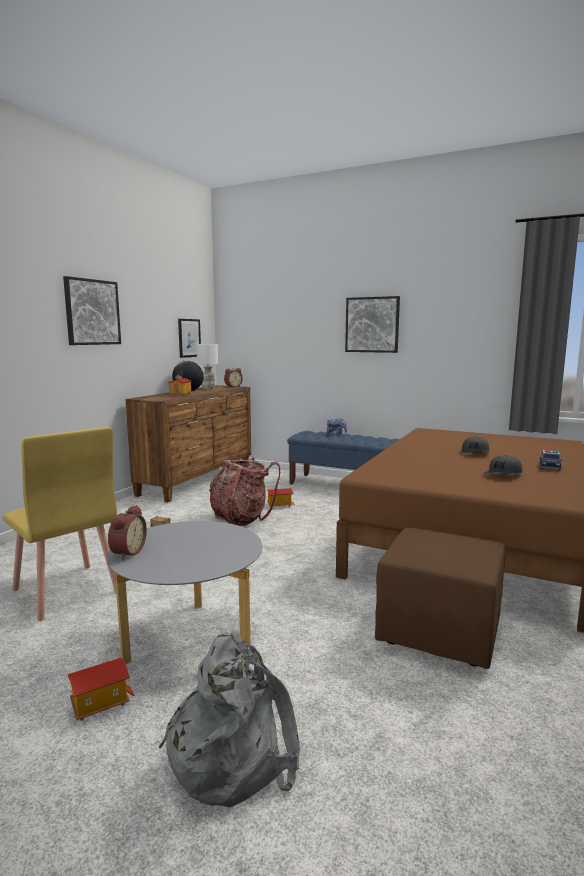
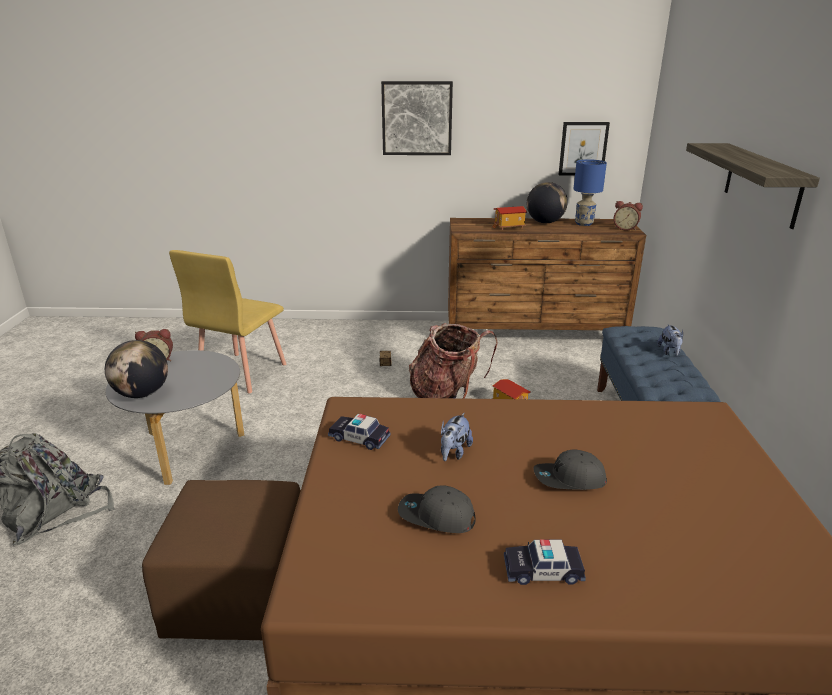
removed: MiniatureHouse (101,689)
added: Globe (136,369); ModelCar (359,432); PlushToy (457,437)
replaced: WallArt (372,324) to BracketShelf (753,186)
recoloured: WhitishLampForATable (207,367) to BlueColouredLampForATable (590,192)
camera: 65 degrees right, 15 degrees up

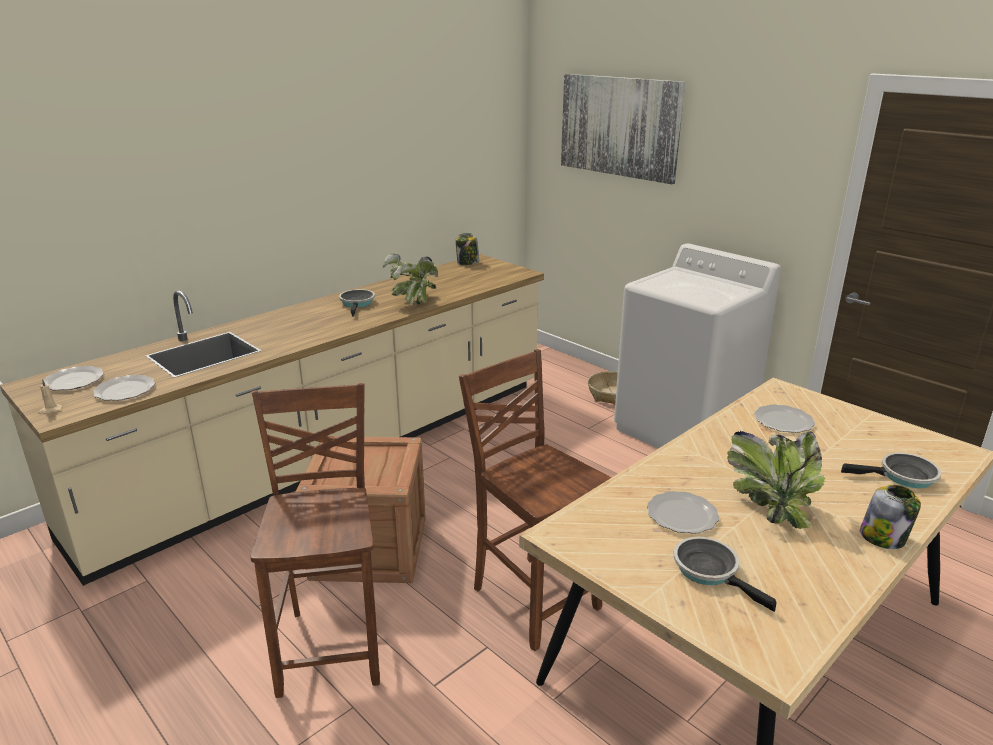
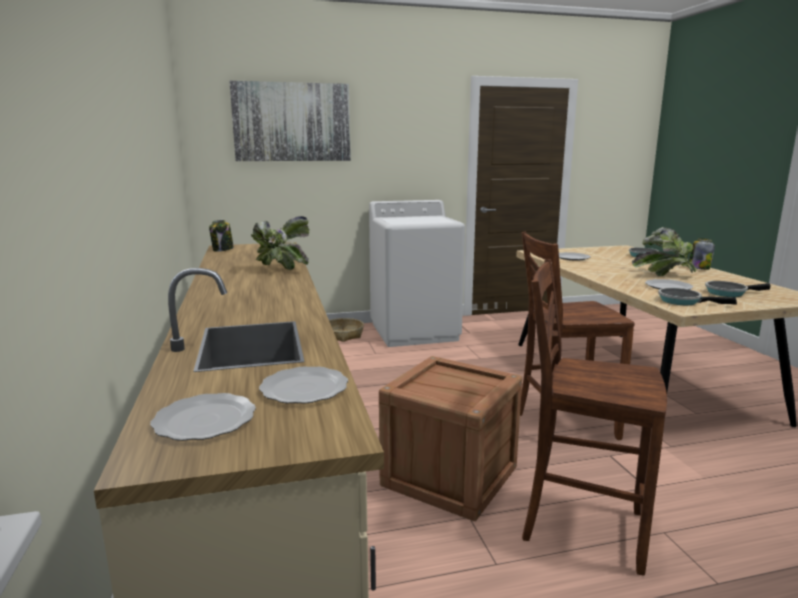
removed: BeigeColouredWaxCandle (50,397)
moved: Pan (357,303) to (697,296)
camera: 60 degrees left, 10 degrees down

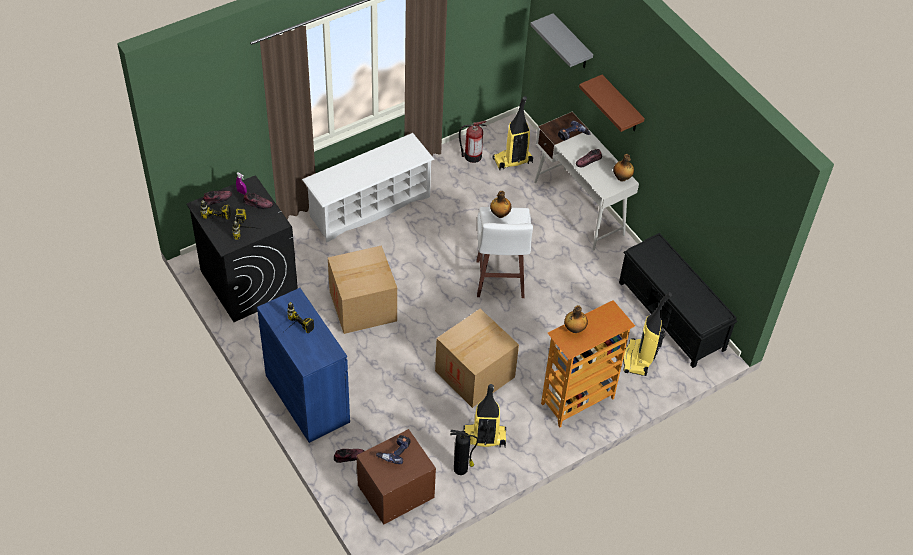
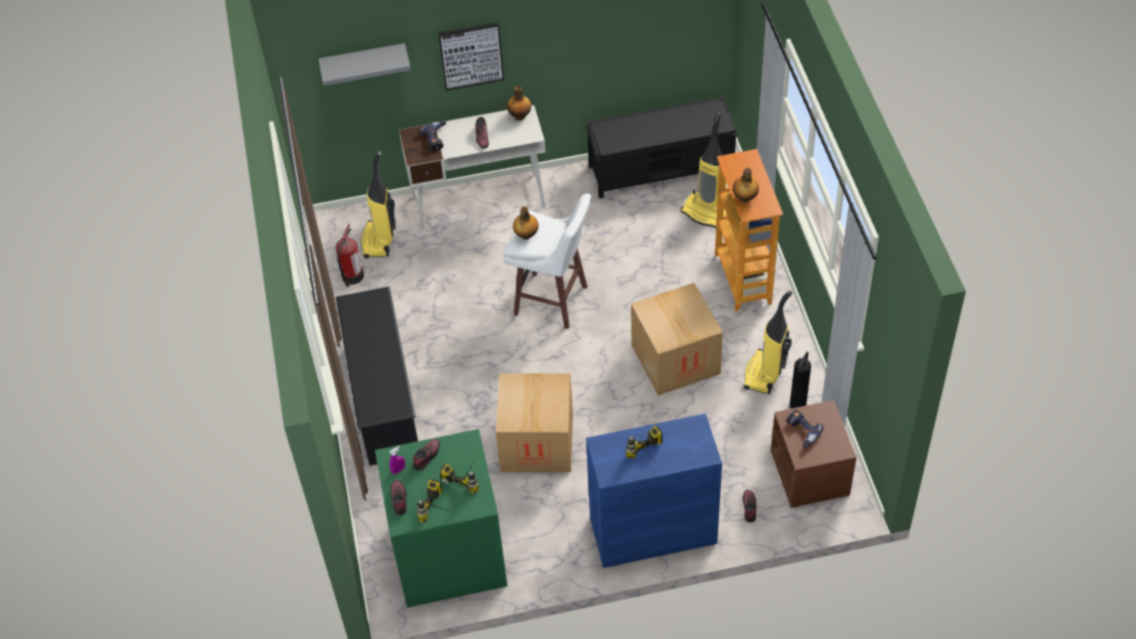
replaced: BrownBracketShelf (612,103) to WallArt (471,56)
recoloured: WhitishShoeRack (368,187) to BlackColouredShoeRack (377,376); BlackColouredLaundryMachine (242,248) to GreenColouredLaundryMachine (441,518)
camera: 65 degrees left, 0 degrees up

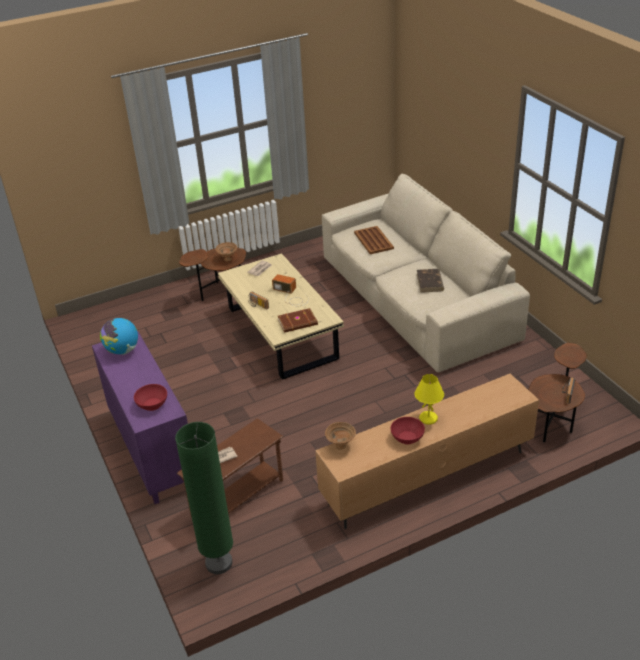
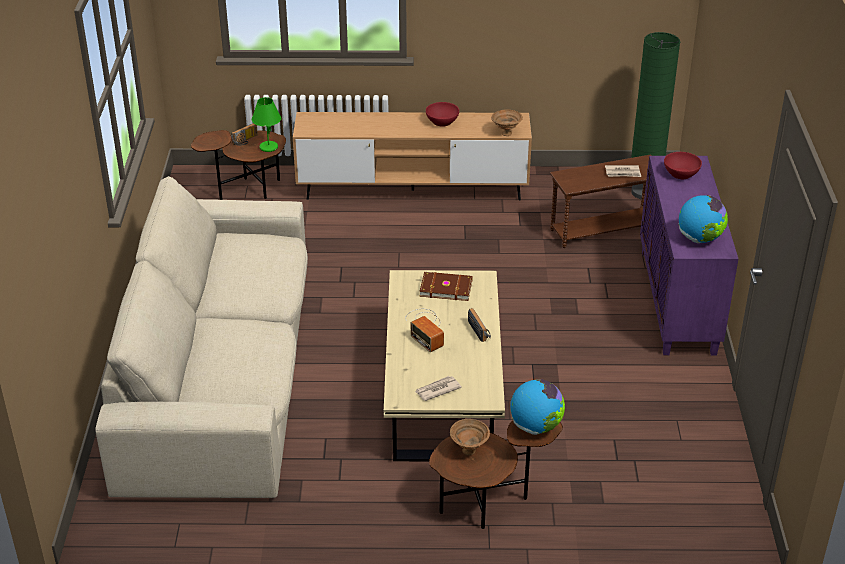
removed: BrownTray (374,240); YellowColouredLampForATable (429,399); BrownBoundBook (430,281)
added: GreenColouredLampForATable (266,124); Globe (537,407)
camera: 155 degrees left, 0 degrees up

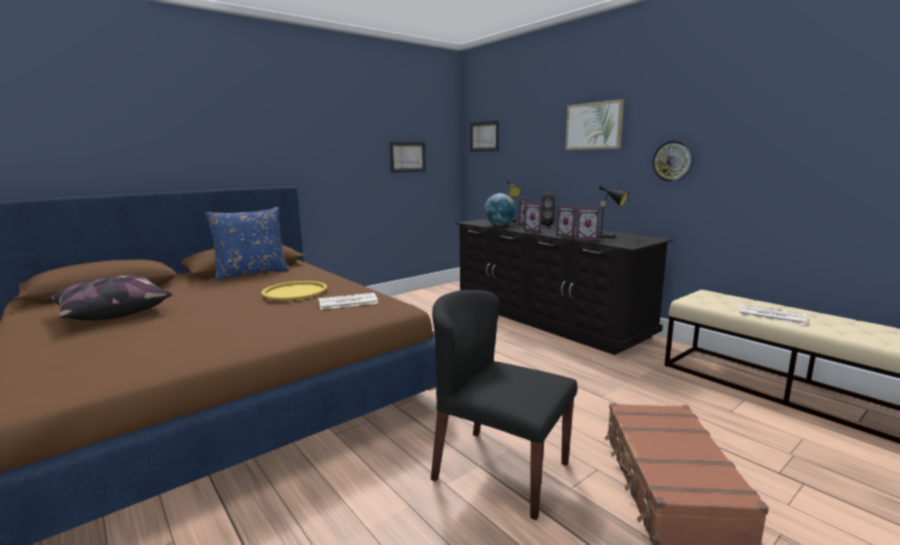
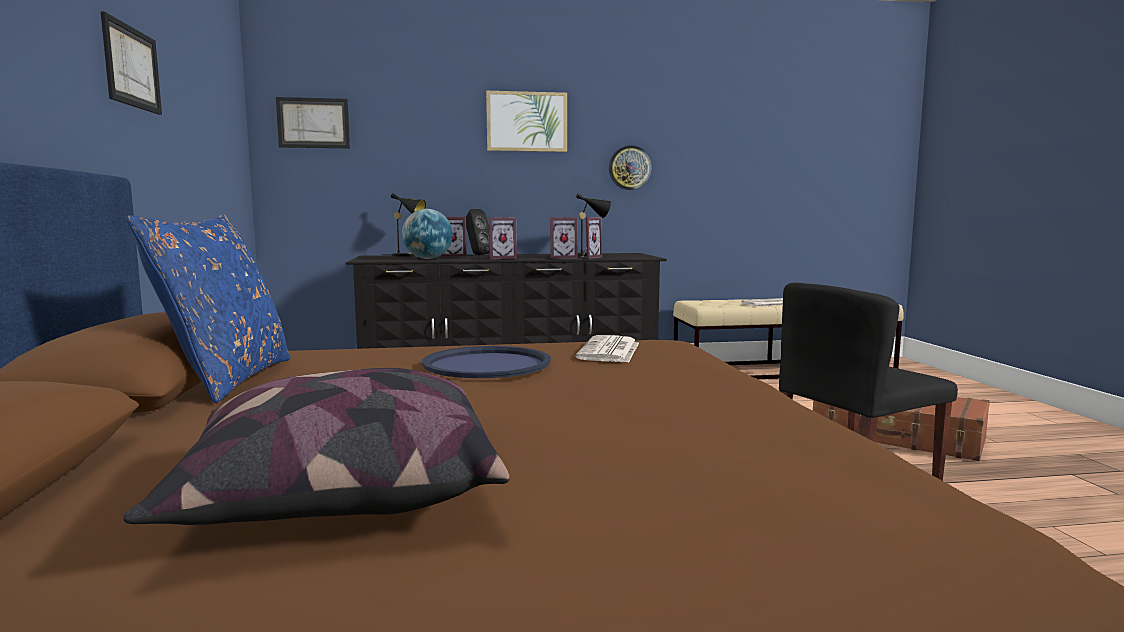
moved: WallArt (408,157) to (131,63)
recoloured: YellowColouredTray (294,290) to BlueColouredTray (486,362)
camera: 60 degrees left, 5 degrees down

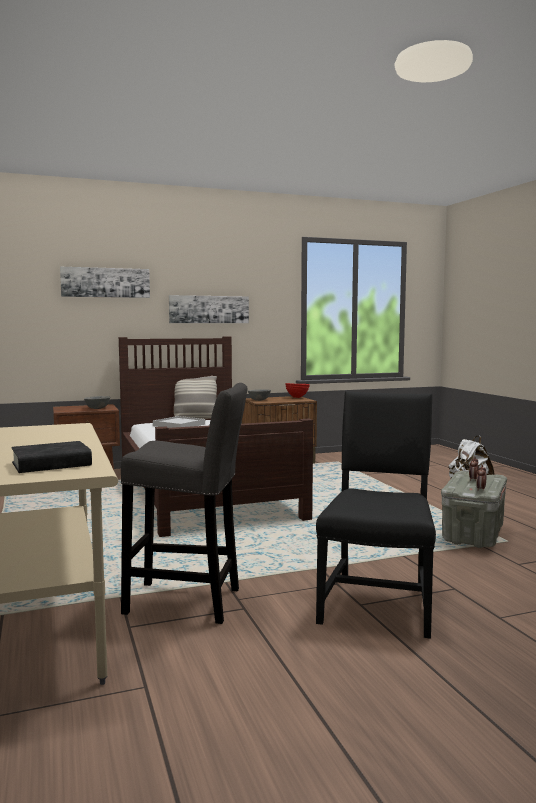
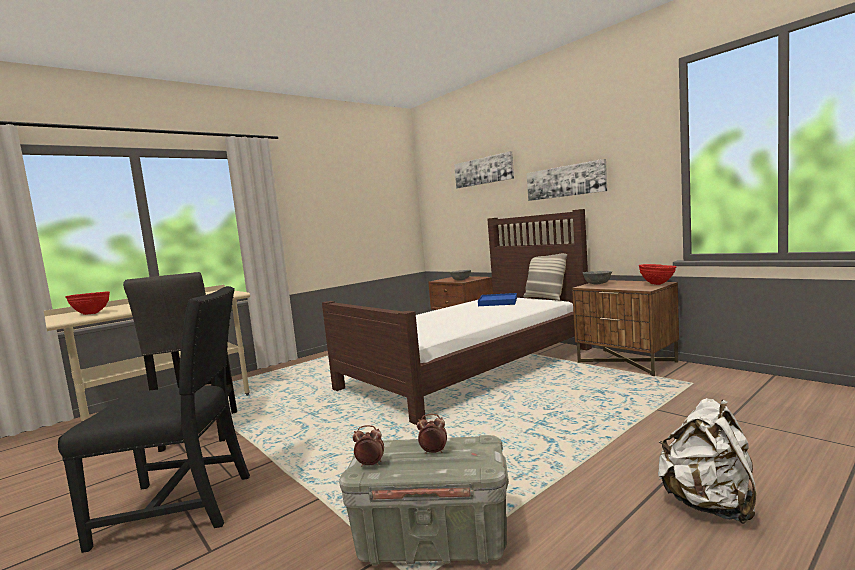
replaced: BlackColouredBoundBook (51,457) to ReddishDeepDish (87,303)
recoloured: WhitishTray (179,422) to BlueColouredTray (497,299)
camera: 70 degrees right, 0 degrees up

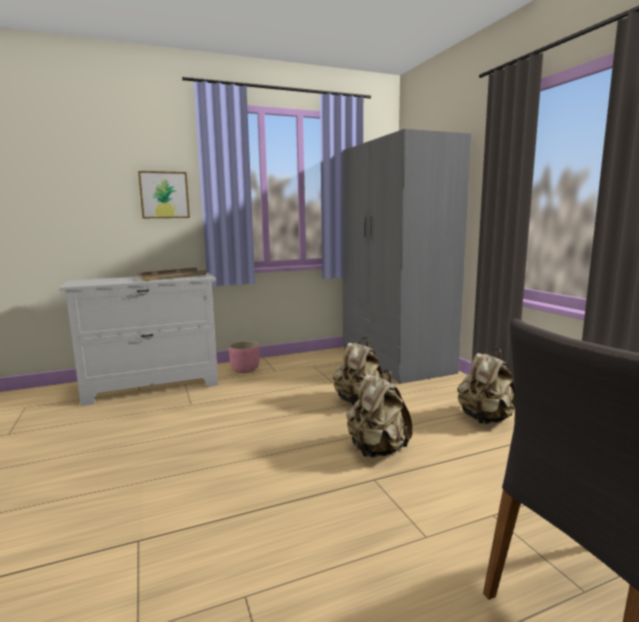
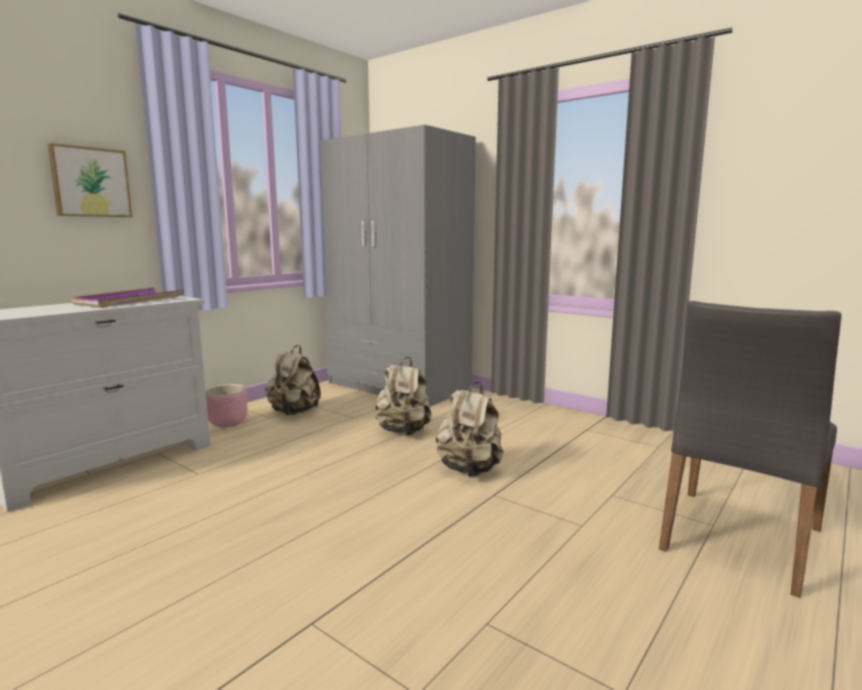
moved: BeigeColouredRucksack (486,386) to (293,380)
recoloured: GreyishTray (172,274) to PurplishTray (127,297)
camera: 30 degrees left, 0 degrees up

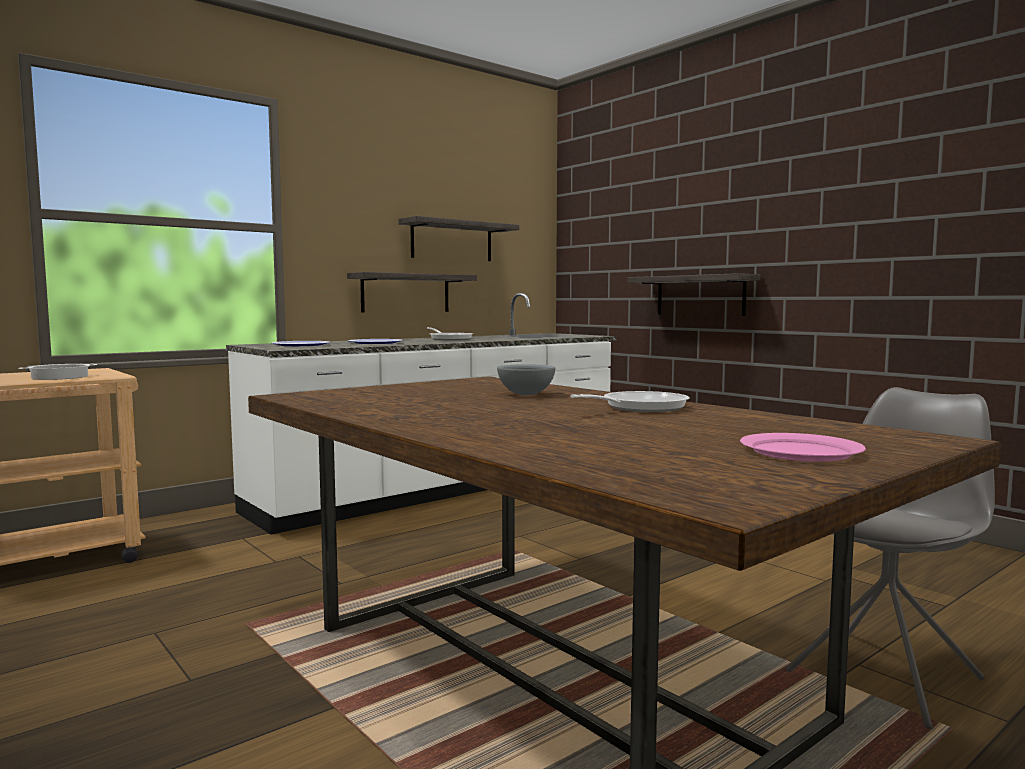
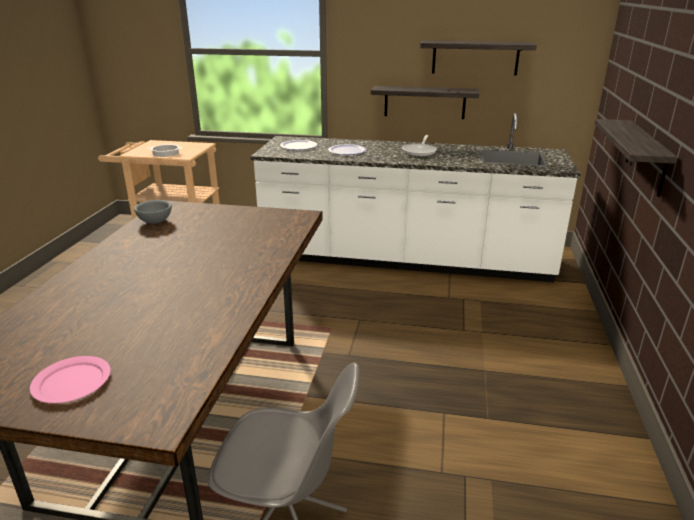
removed: Pan (630,401)
moved: GreyishDeepDish (526,379) to (153,212)
camera: 50 degrees right, 20 degrees up

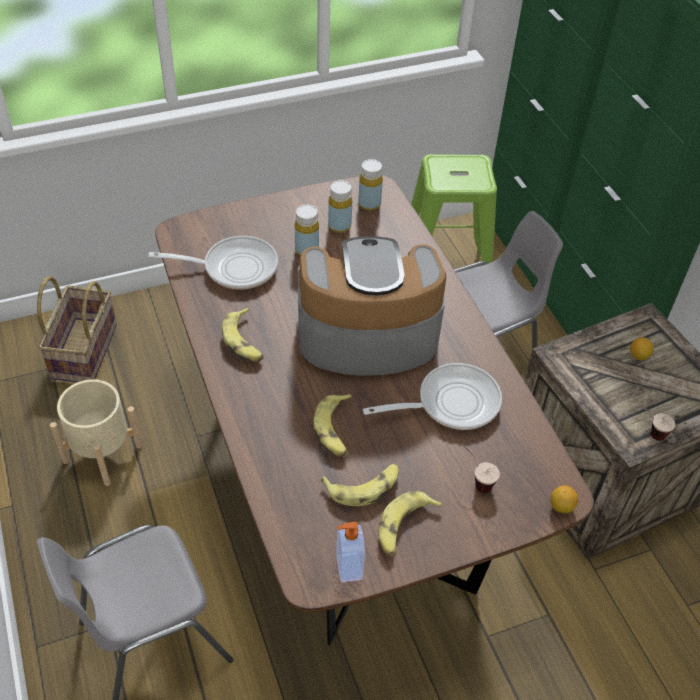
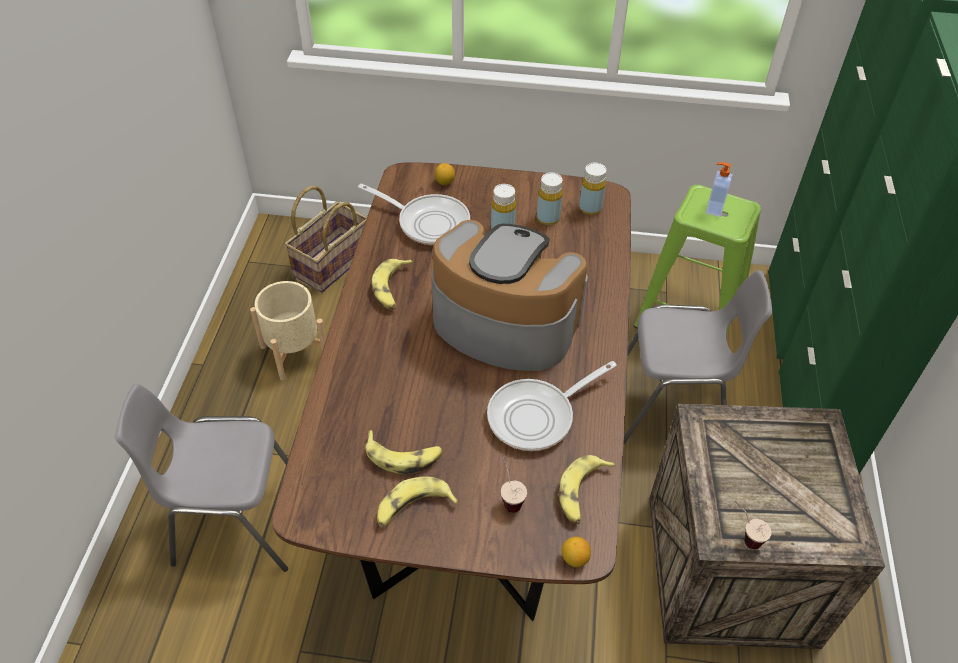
moved: CitrusFruit (641,348) to (445,174); Banana (333,425) to (587,489); LiquidSoapBottle (350,552) to (719,189)
turned: Pan (432,396) = (552,406) 135 degrees clockwise
camera: 30 degrees right, 0 degrees up

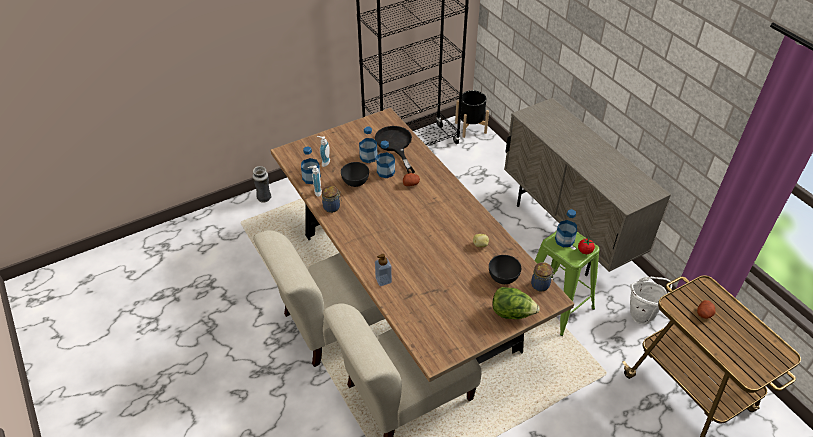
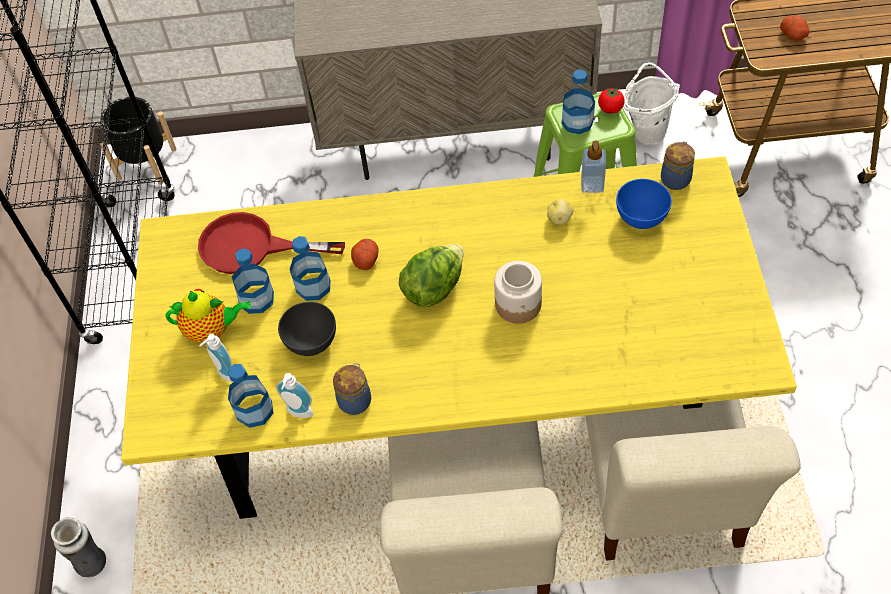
added: Teapot (208,316); Jar (518,292)
moved: LettuceHead (516,303) to (431,275); LiquidSoapBottle (383,270) to (593,166)
recoloured: BrownKitchenTable (422,245) to YellowColouredKitchenTable (459,337); BlackColouredPan (395,149) to ReddishPan (271,243); GreyishDeepDish (505,269) to BlueColouredDeepDish (644,204)
camera: 60 degrees left, 10 degrees up

